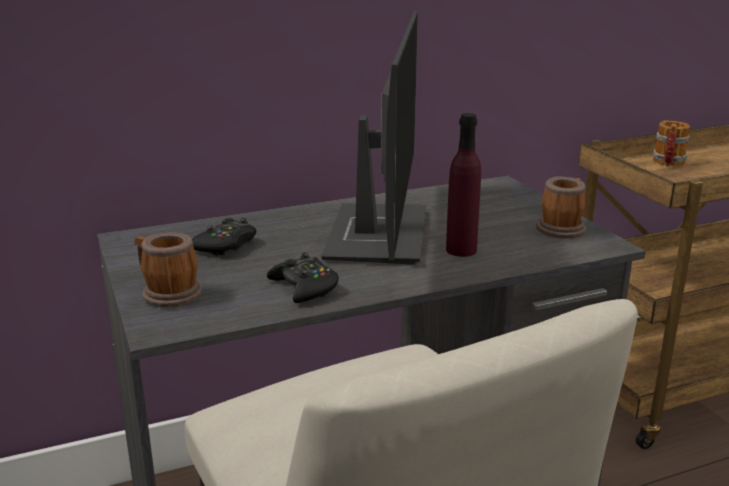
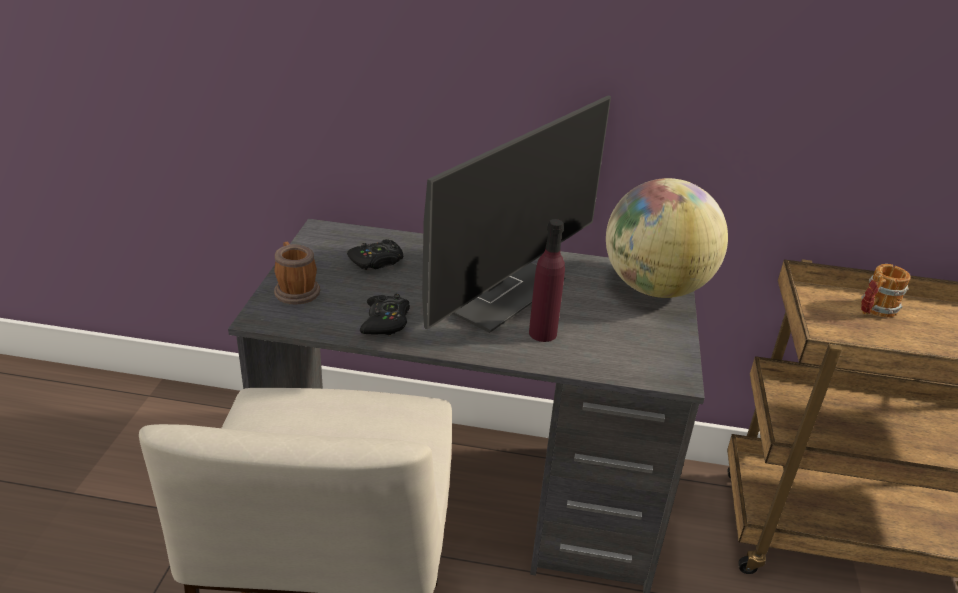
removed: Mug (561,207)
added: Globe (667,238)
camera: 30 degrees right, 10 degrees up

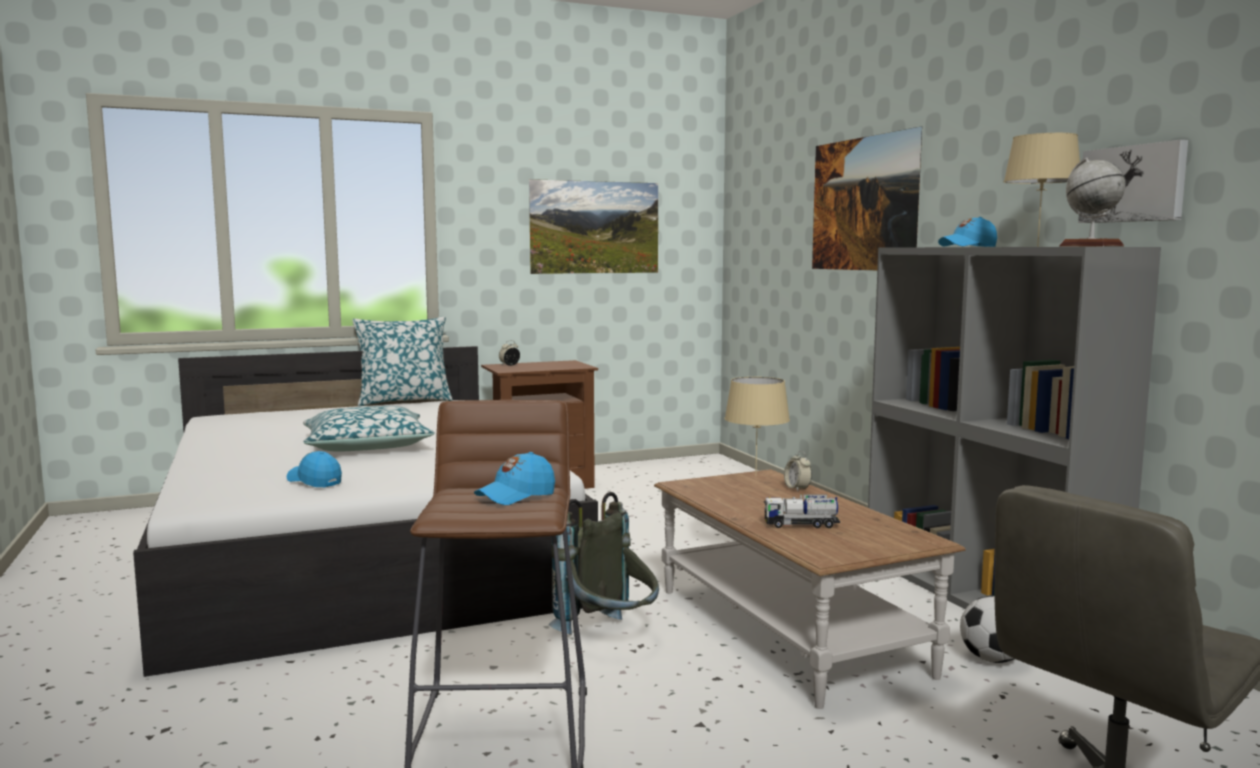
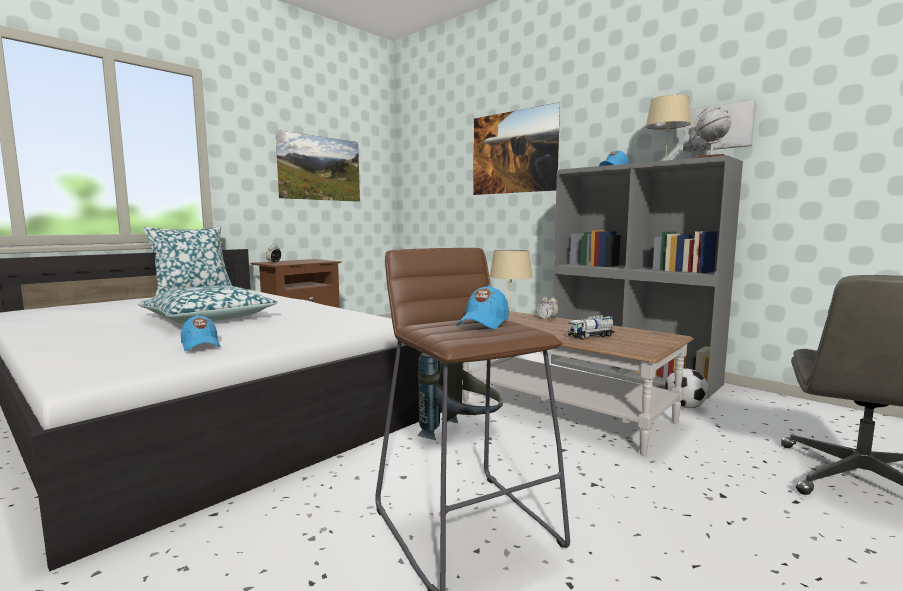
turned: BlueColouredCap (314,469) = (201,333) 135 degrees counterclockwise
camera: 25 degrees left, 0 degrees up

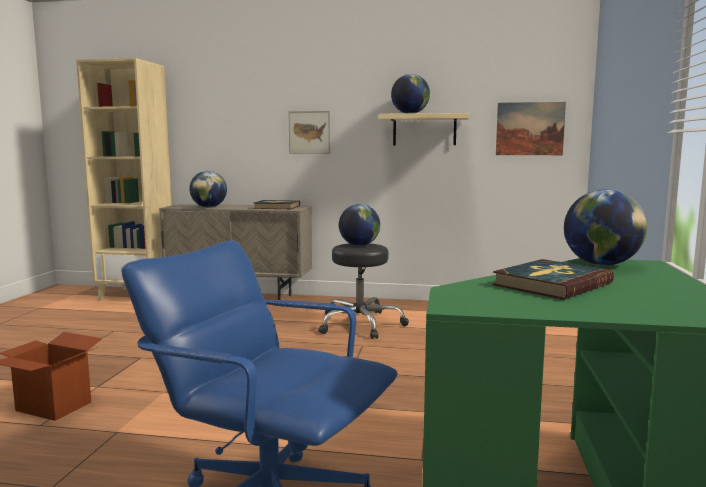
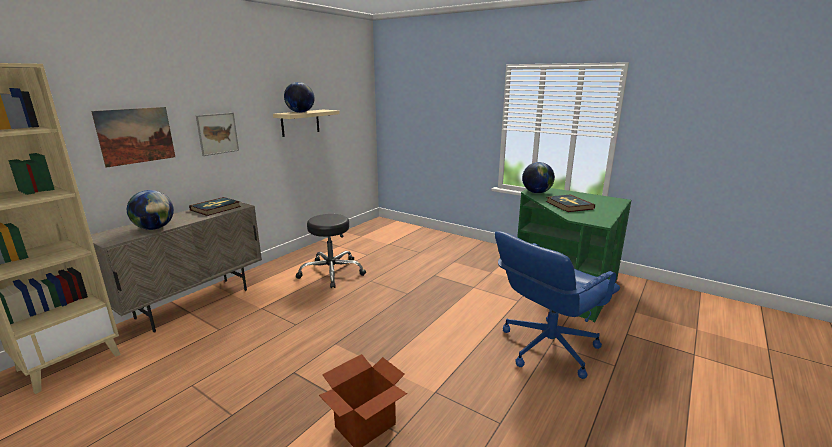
removed: Globe (359,225)
moved: WallArt (531,128) to (133,137)
camera: 65 degrees left, 10 degrees up

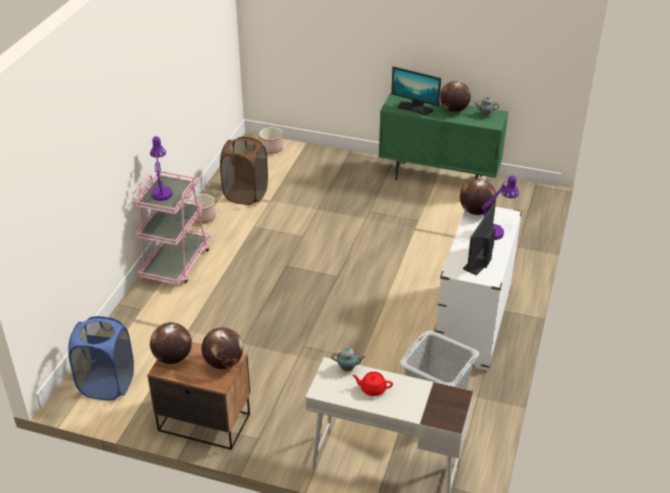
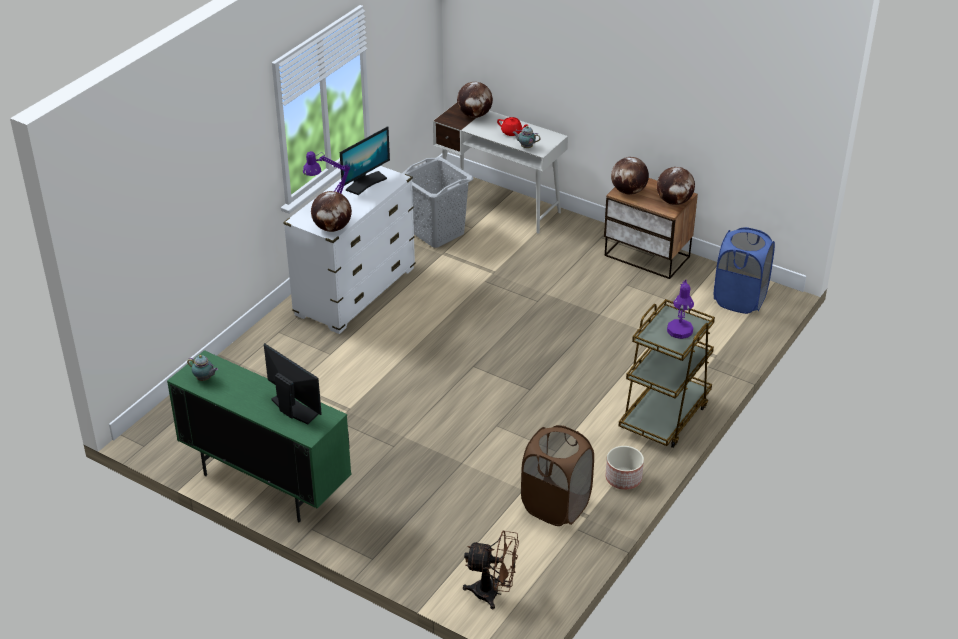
moved: Globe (455,96) to (475,100)
replaced: FlowerPot (271,140) to BrownElectricFan (491,570)
recoloured: PinkWheeledCart (172,228) to BrownWheeledCart (667,373)
camera: 165 degrees left, 0 degrees up

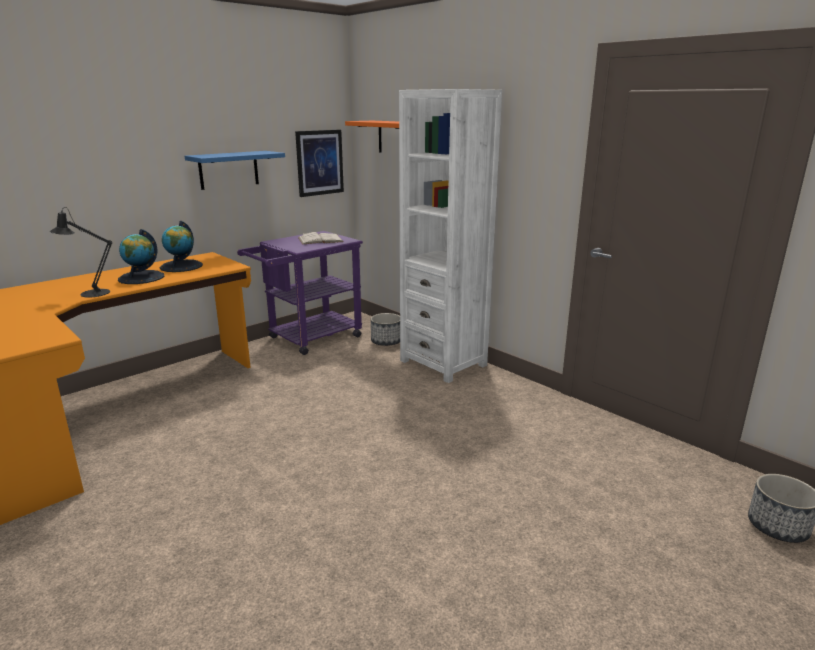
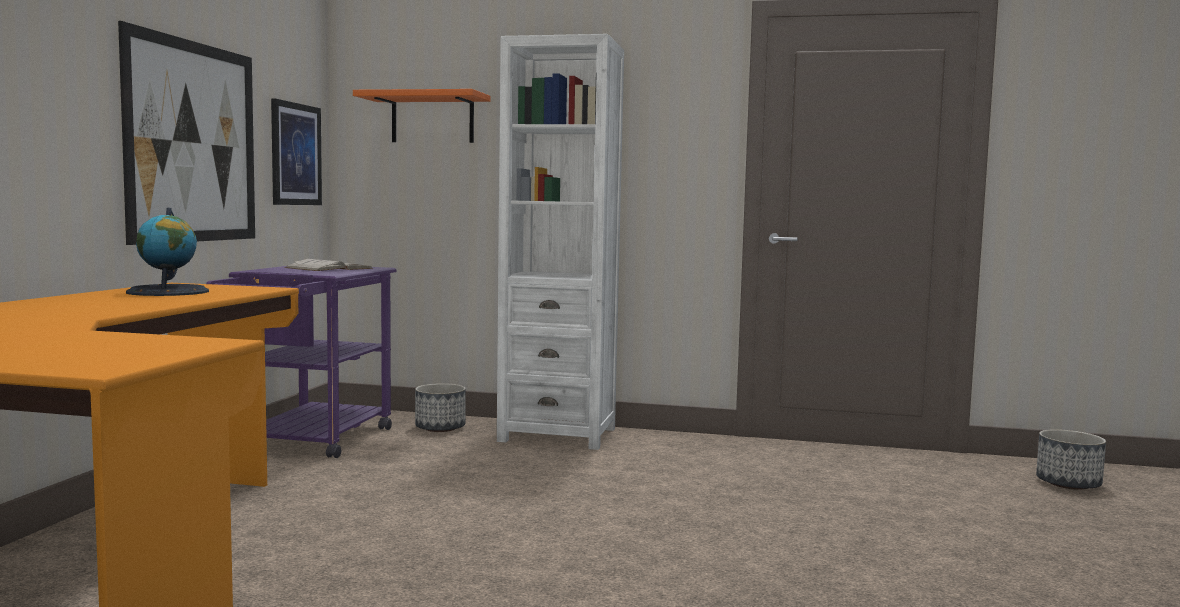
removed: BlackColouredLampForATable (80,252); Globe (141,256)
replaced: BlueColouredBracketShelf (235,170) to WallArt (186,133)
camera: 35 degrees left, 15 degrees down

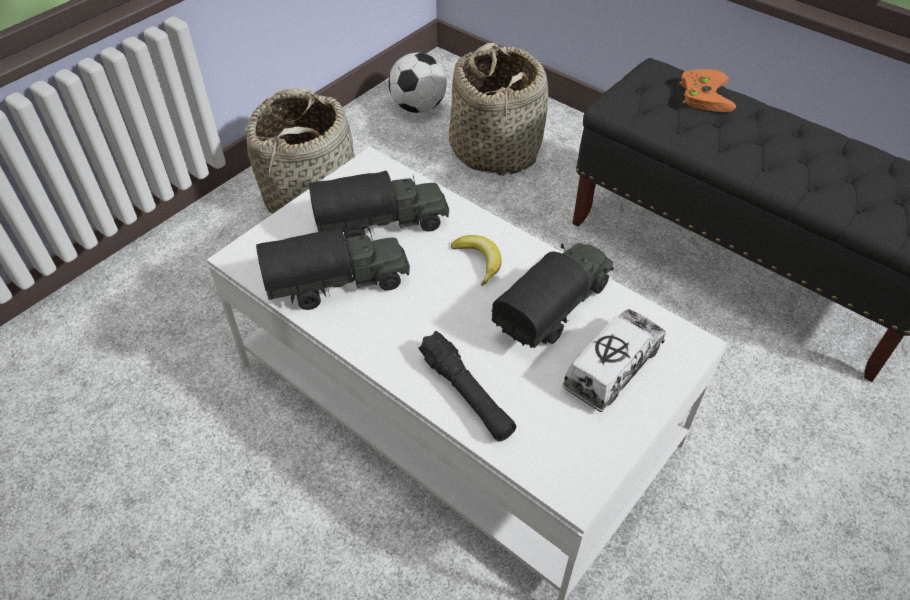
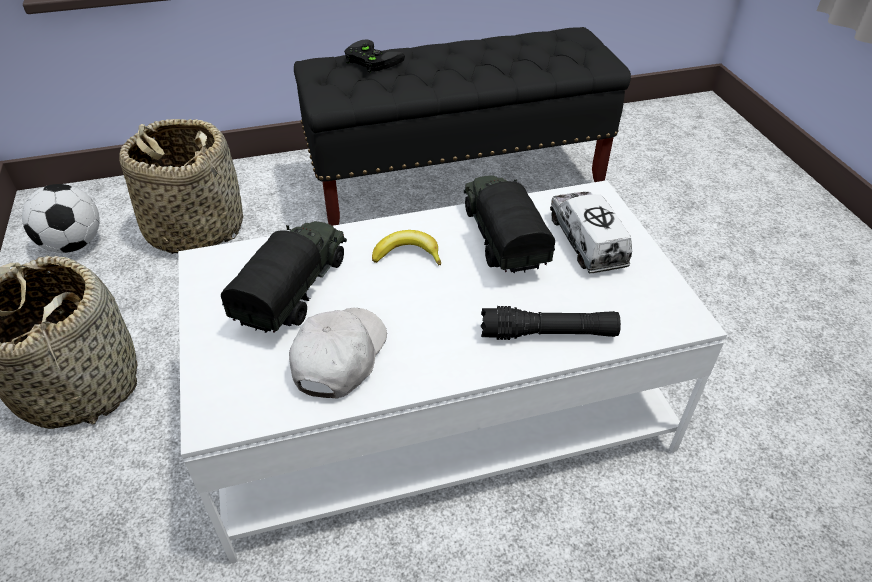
replaced: ToyTruck (333,269) to WhitishCap (338,353)
recoloured: OrangeColouredJoypad (707,90) to BlackColouredJoypad (374,56)
camera: 55 degrees left, 5 degrees down

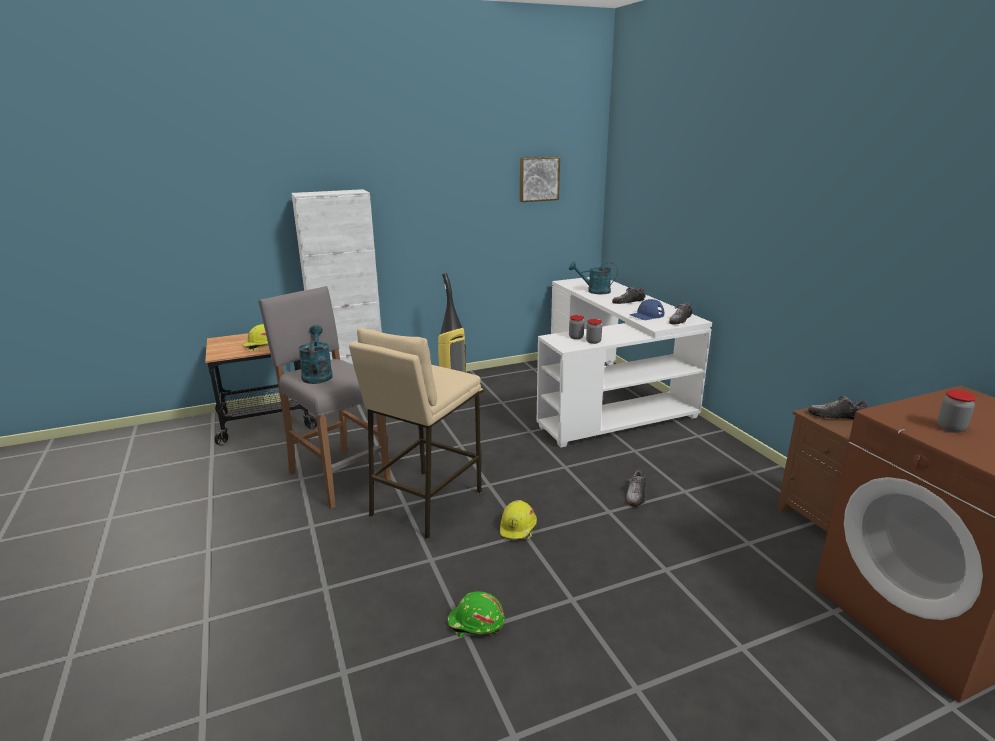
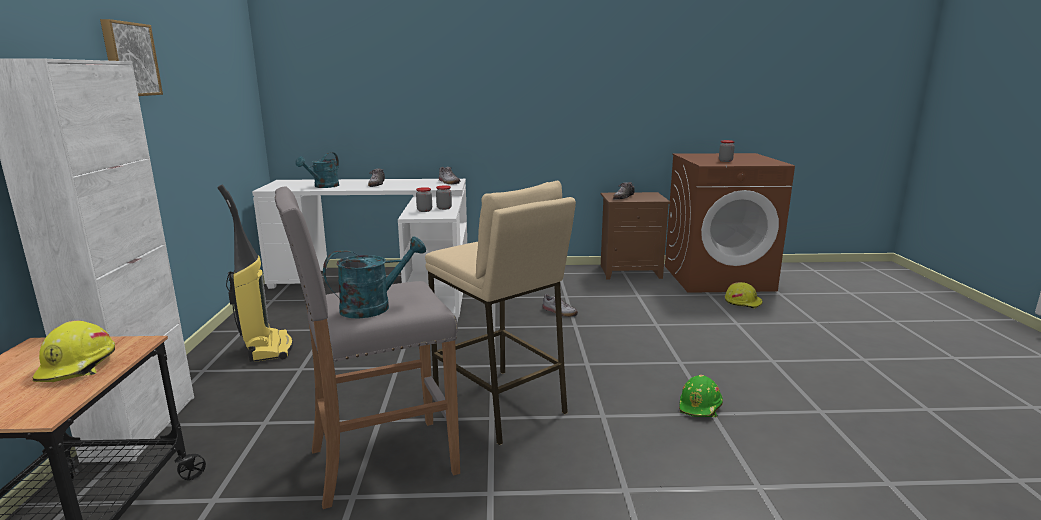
removed: BlueColouredCap (647,309)
moved: WallArt (540,179) to (131,57); YellowColouredHardHat (518,520) to (744,295)
turned: TurquoiseColouredWateringCan (315,354) = (374,278) 135 degrees clockwise
camera: 70 degrees left, 5 degrees down

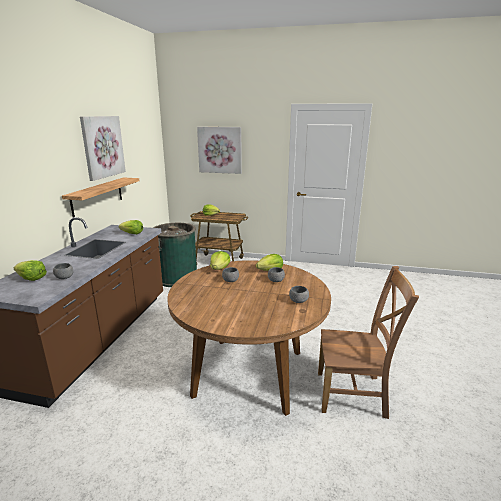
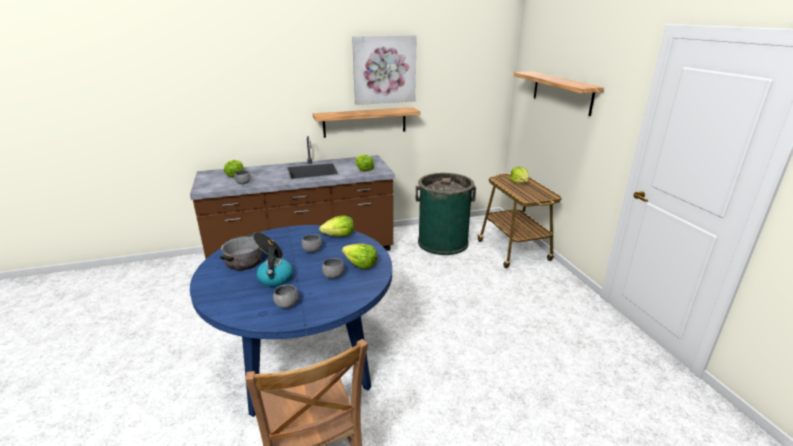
added: CookingPot (251,251); Kettle (275,267)
replaced: WallArt (219,150) to BracketShelf (558,93)
recoloured: BrownKitchenTable (249,338) to BlueColouredKitchenTable (291,321)
camera: 60 degrees right, 5 degrees up

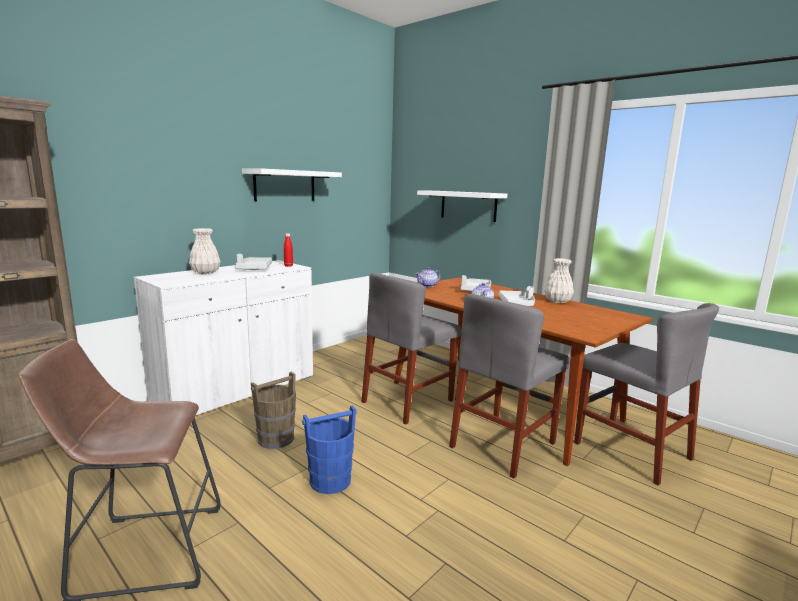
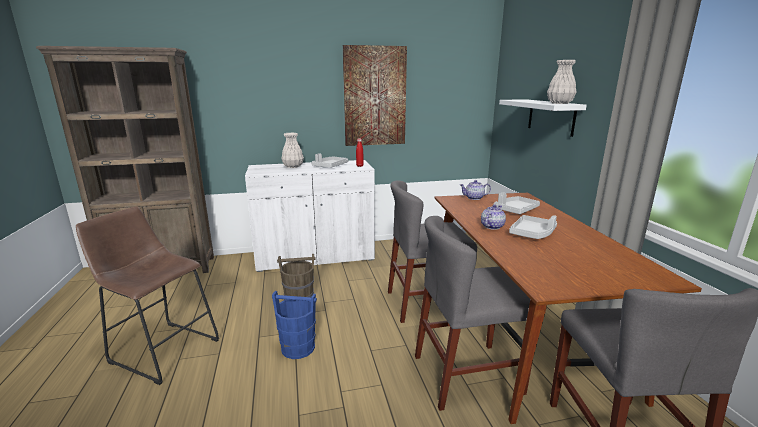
moved: WhitishFlowerVase (559,280) to (561,82)
replaced: WhitishBracketShelf (292,184) to WallArt (375,95)
camera: 35 degrees right, 5 degrees up

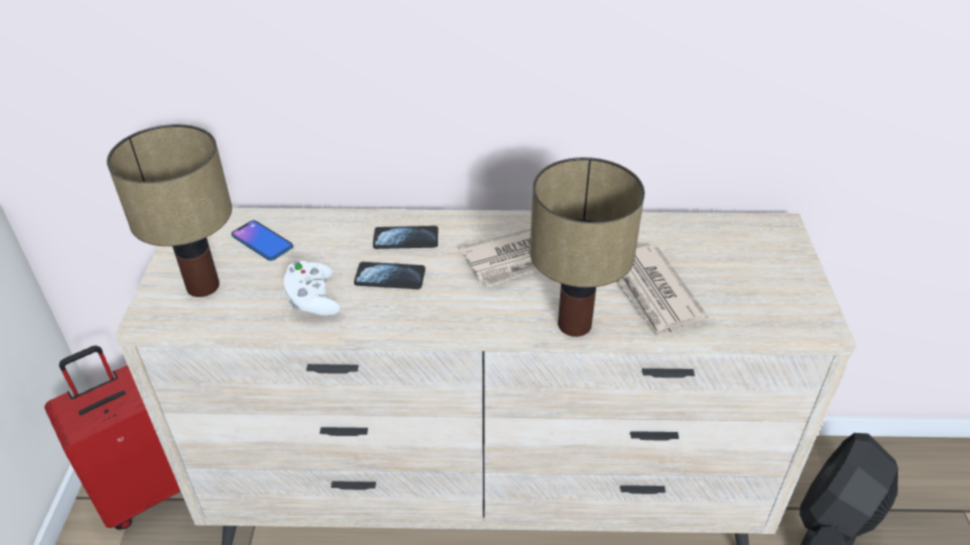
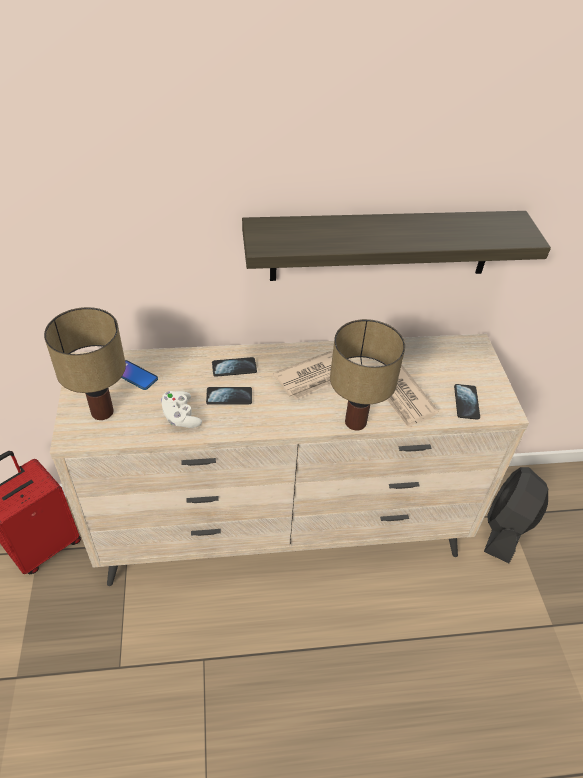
added: BracketShelf (396,246); Telephone (467,402)
camera: 10 degrees left, 5 degrees up

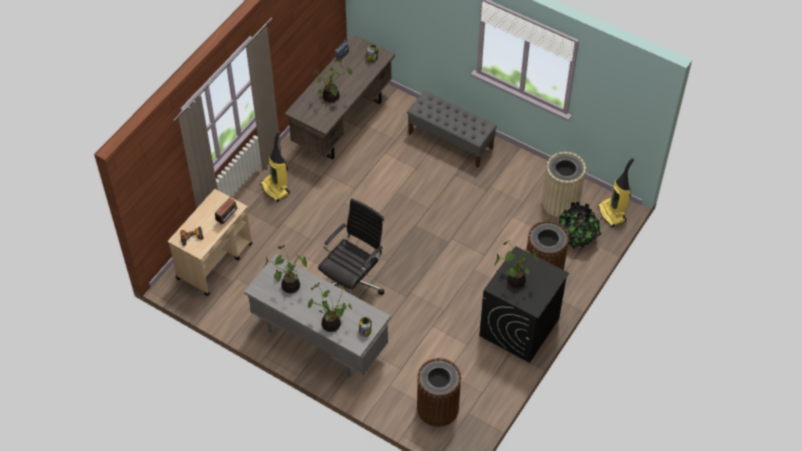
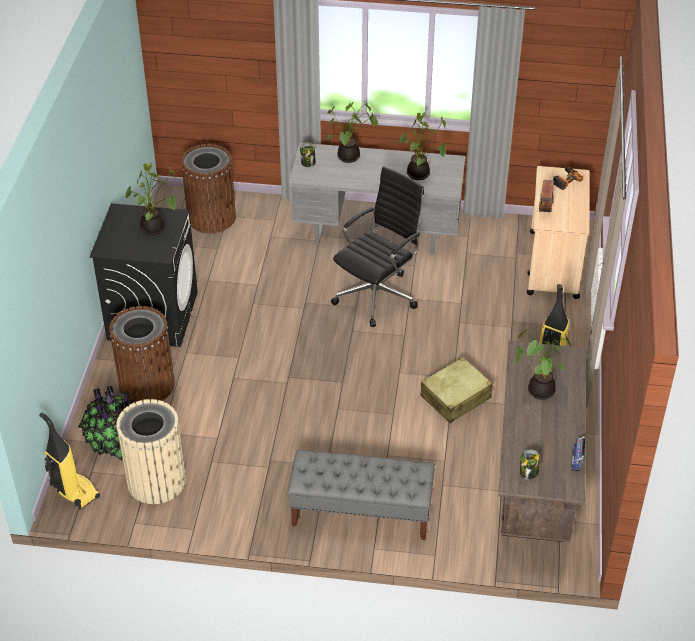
added: BeigeColouredTravelCase (456,390)
turned: BlackColouredDeskChair (351,246) = (377,246) 150 degrees counterclockwise
camera: 155 degrees right, 10 degrees down

